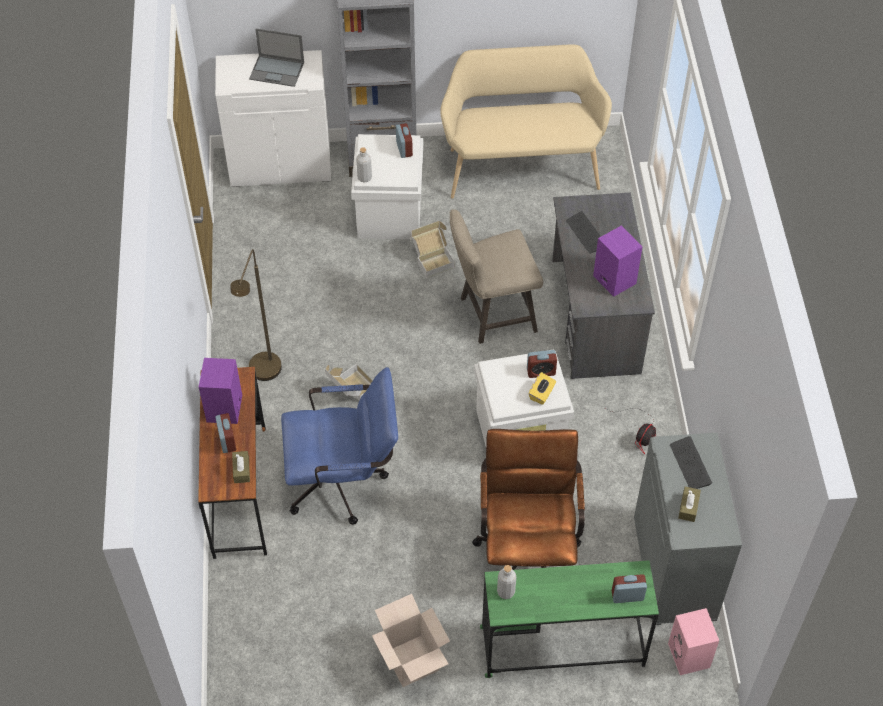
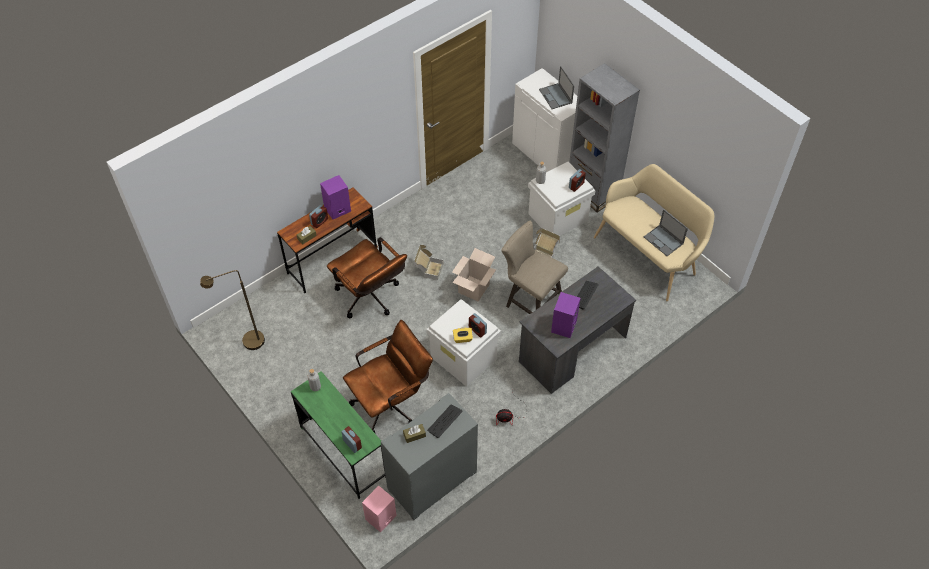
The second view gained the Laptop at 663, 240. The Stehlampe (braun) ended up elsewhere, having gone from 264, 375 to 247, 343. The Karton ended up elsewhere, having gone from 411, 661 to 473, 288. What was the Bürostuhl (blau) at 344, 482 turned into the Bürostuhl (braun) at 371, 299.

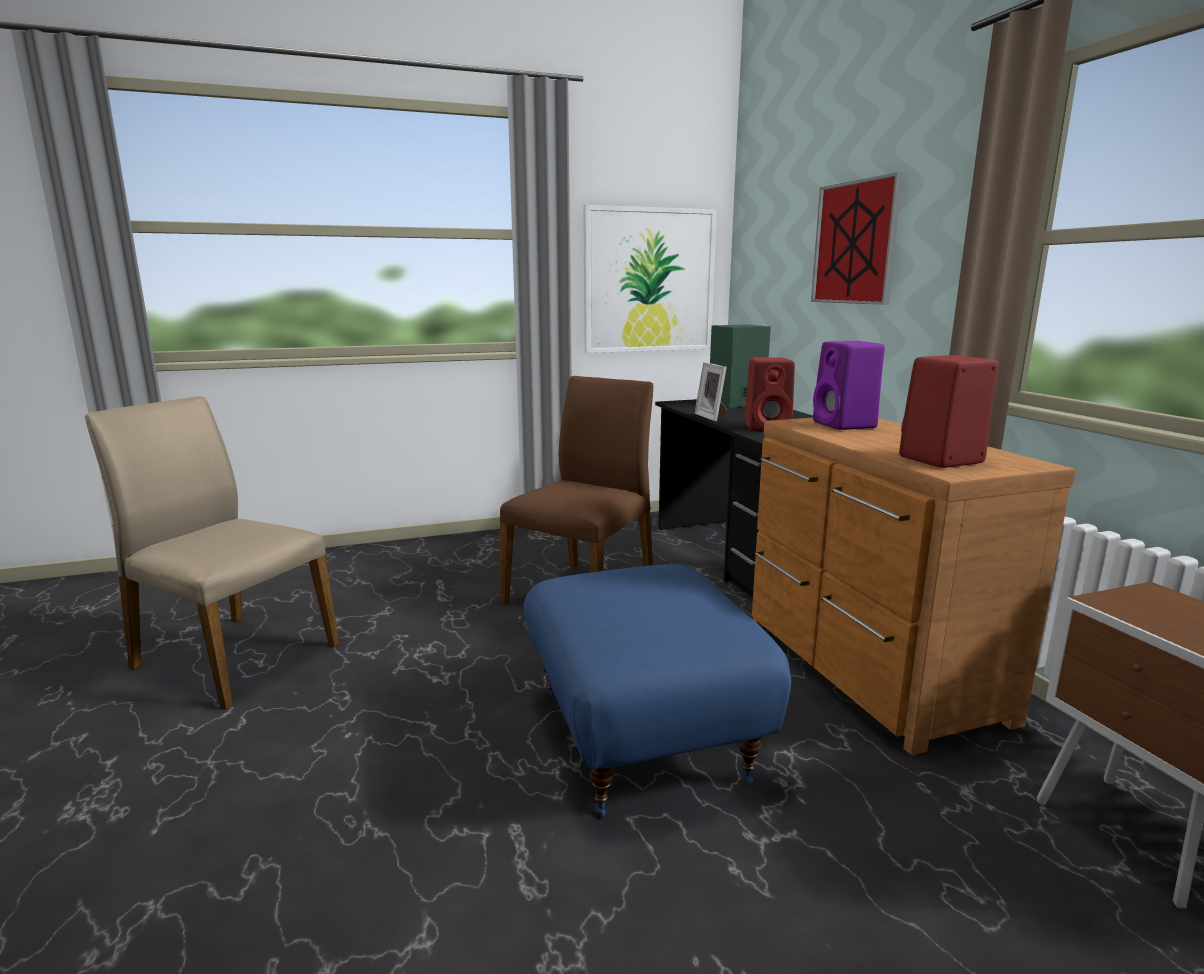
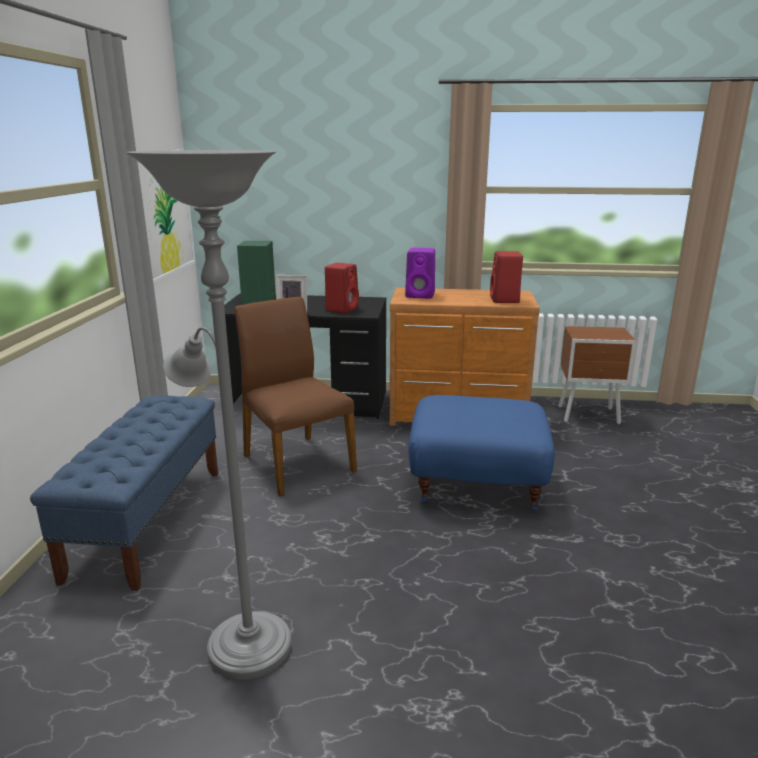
The second view lost the Bild at 855, 243. The second view gained the Bank (blau) at 148, 521. Where the Stuhl (beige) stood at 233, 656, the Stehlampe (grau) came to stand at 244, 640.

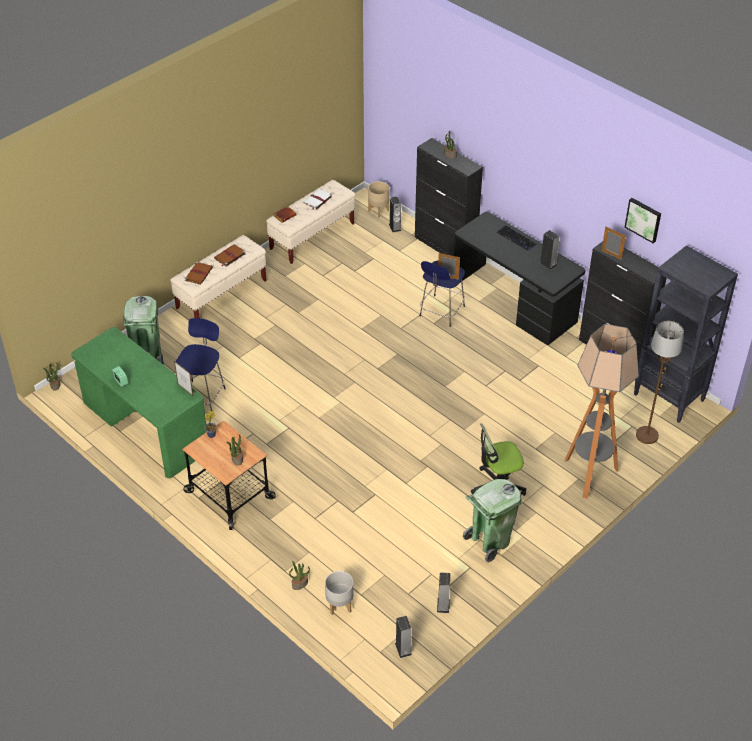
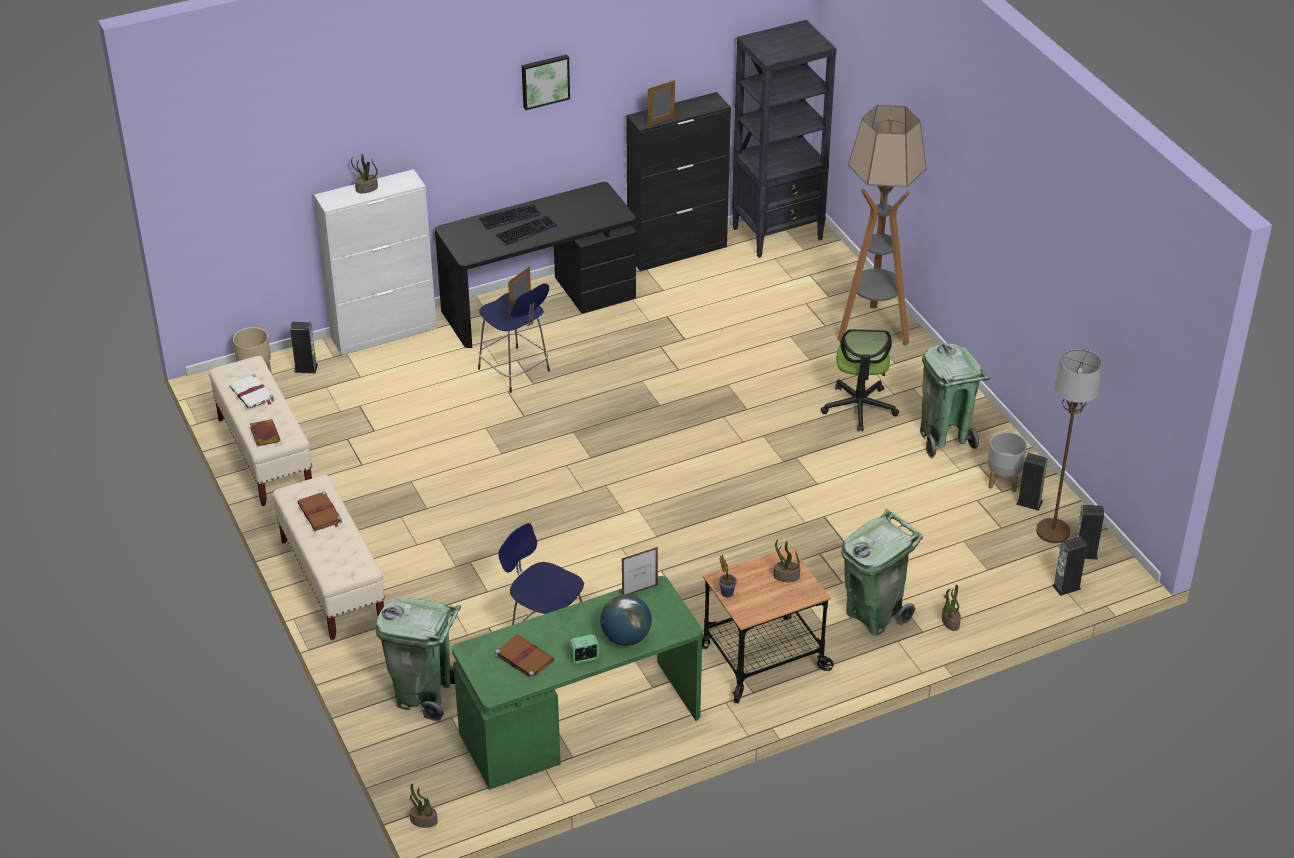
The second view gained the Tastatur at 526, 231. The second view gained the Globus at 626, 638. The second view gained the Mülleimer (grün) at 874, 615. The Buch (braun) ended up elsewhere, having gone from 199, 274 to 523, 657. The Pflanzkübel (grau) ended up elsewhere, having gone from 339, 605 to 1003, 481. The Lautsprecher ended up elsewhere, having gone from 548, 264 to 1066, 587. The Bild ended up elsewhere, having gone from 643, 219 to 544, 80. The Stehlampe (braun) ended up elsewhere, having gone from 647, 435 to 1052, 531. What was the Schrank (schwarz) at 445, 247 turned into the Schrank (weiß) at 384, 333.

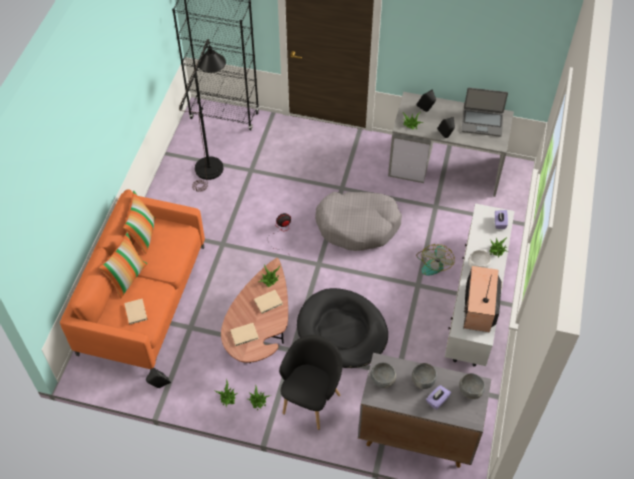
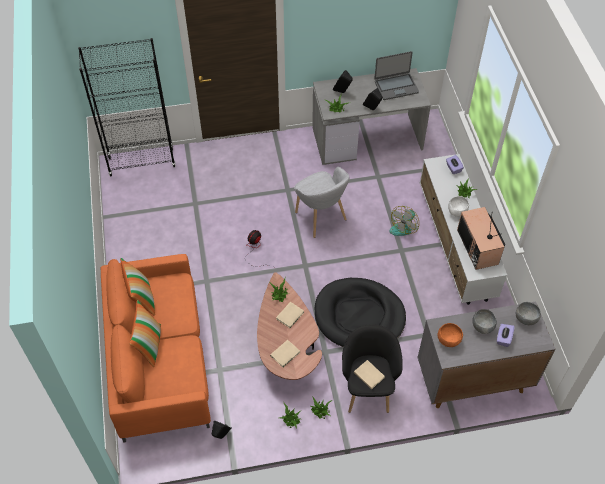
The second view lost the Stehlampe (schwarz) at 212, 162. The Buch (beige) ended up elsewhere, having gone from 136, 311 to 369, 374. Where the Hundebett (grau) stood at 358, 225, the Sessel (grau) came to stand at 320, 218. What was the Schüssel (grau) at 382, 380 turned into the Schüssel (orange) at 448, 340. The Ventilator at 433, 263 ended up facing another way, 45 degrees clockwise from before.

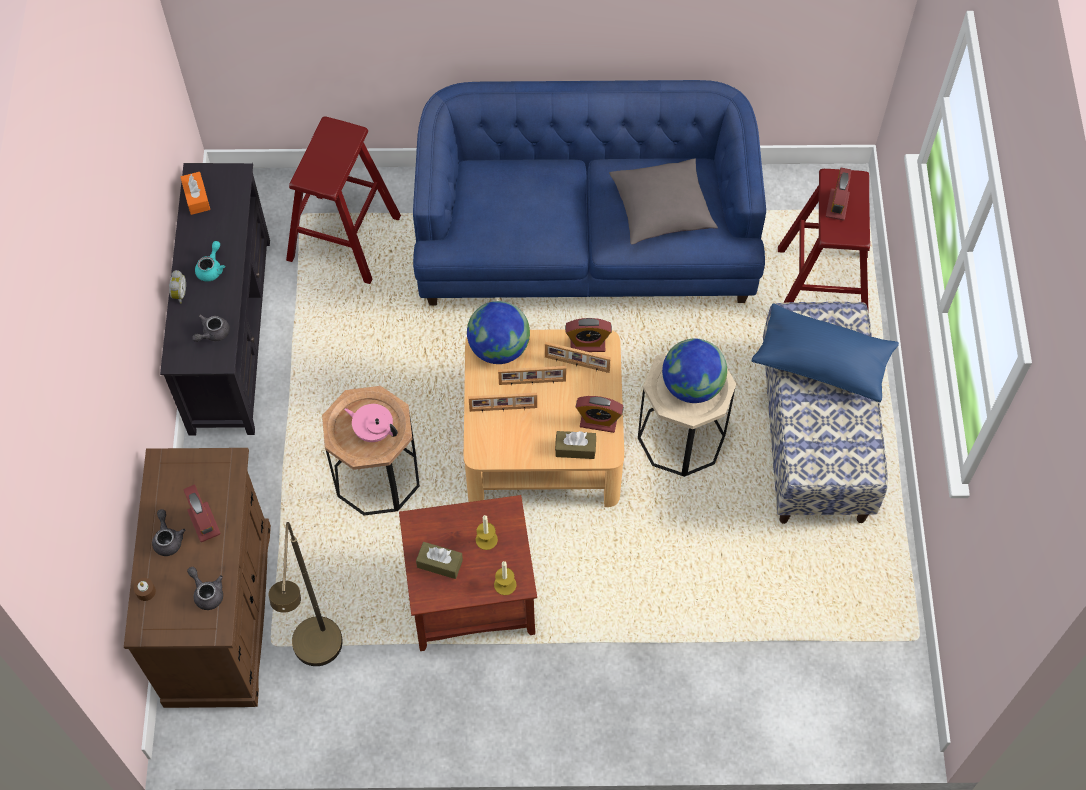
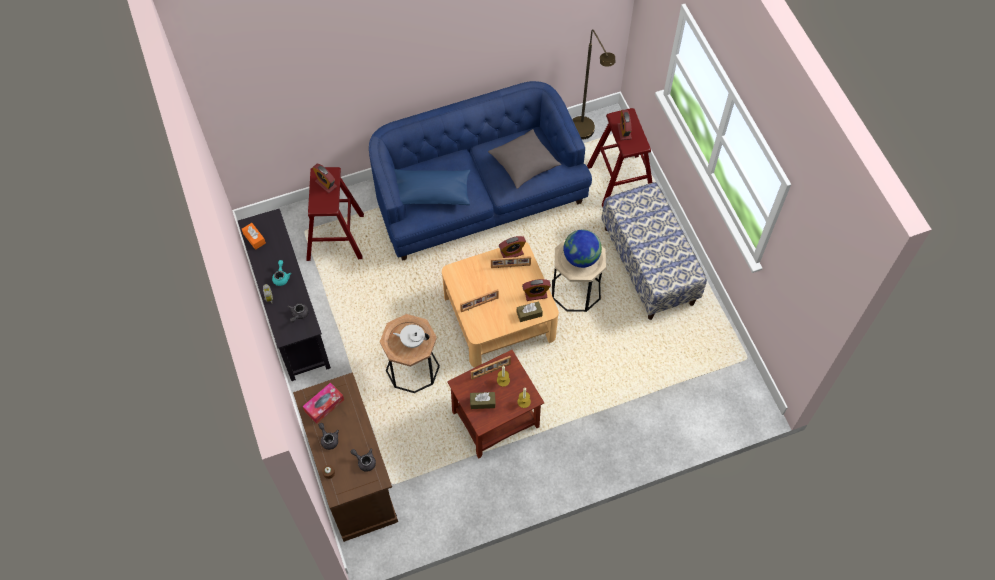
The second view lost the Globus at 499, 348. The second view gained the Taschentuchbox at 324, 405. The Wecker ended up elsewhere, having gone from 204, 522 to 326, 184. The Stehlampe (braun) ended up elsewhere, having gone from 319, 656 to 585, 134. The Bilderrahmen ended up elsewhere, having gone from 532, 382 to 491, 371. The Kissen (blau) ended up elsewhere, having gone from 822, 362 to 432, 193. What was the Teekanne (rosa) at 373, 430 turned into the Teekanne (weiß) at 412, 340.

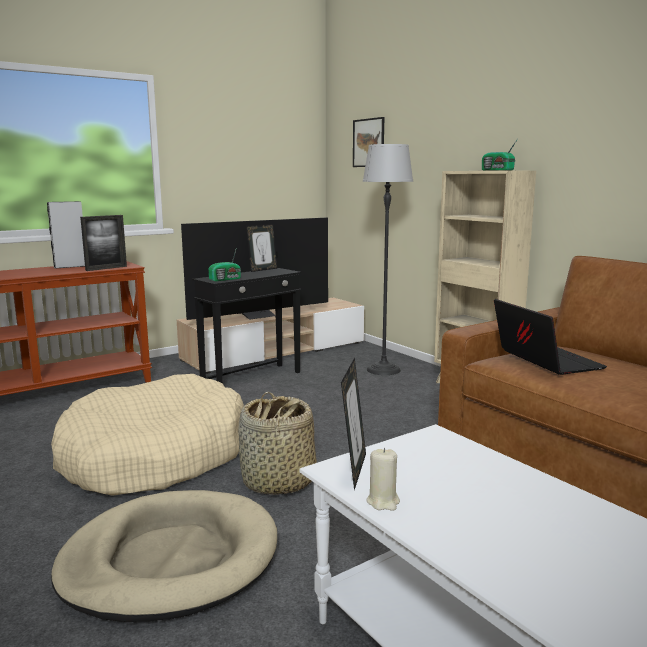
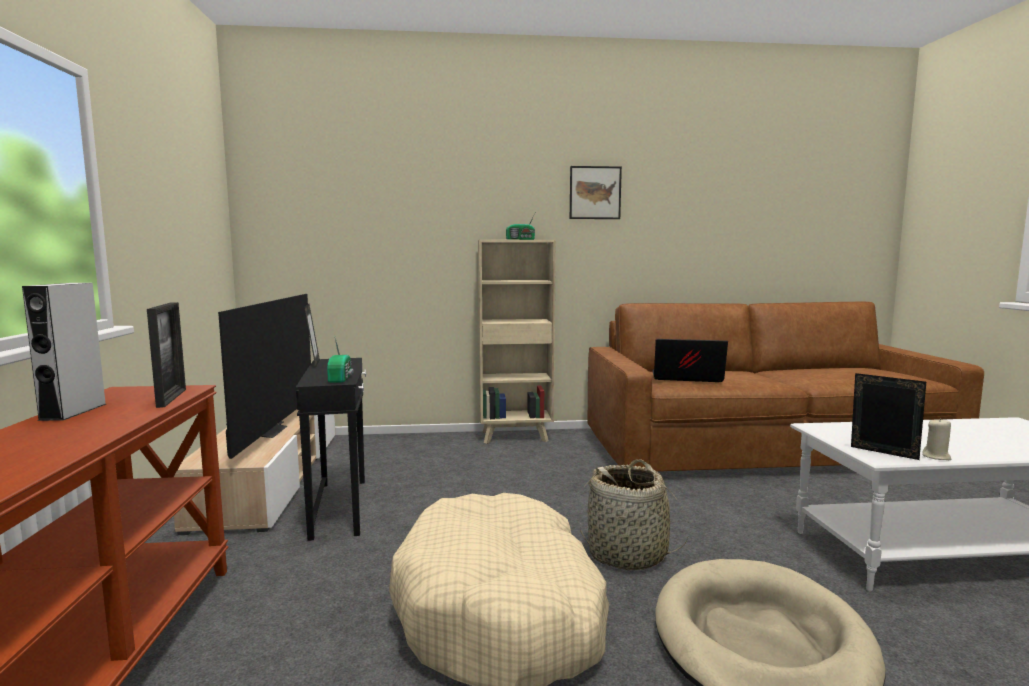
The second view lost the Stehlampe at 383, 369. The Bild ended up elsewhere, having gone from 368, 143 to 595, 193.

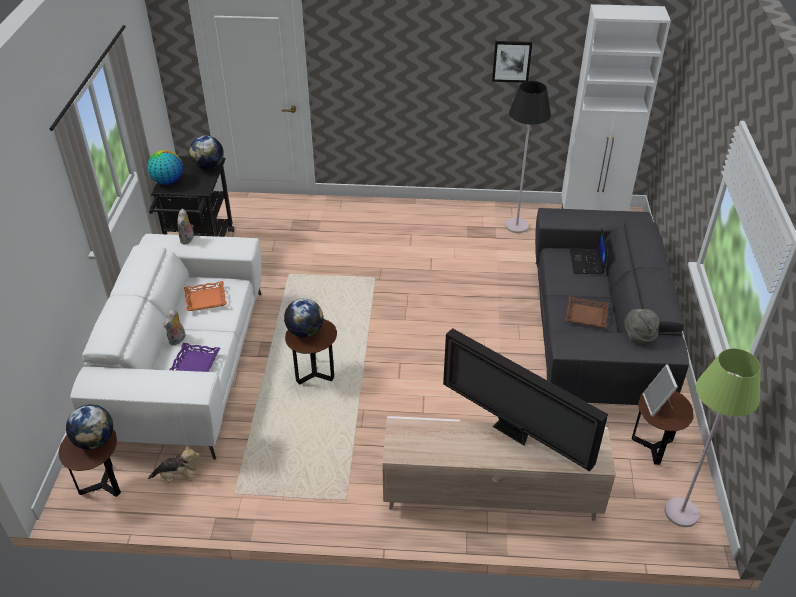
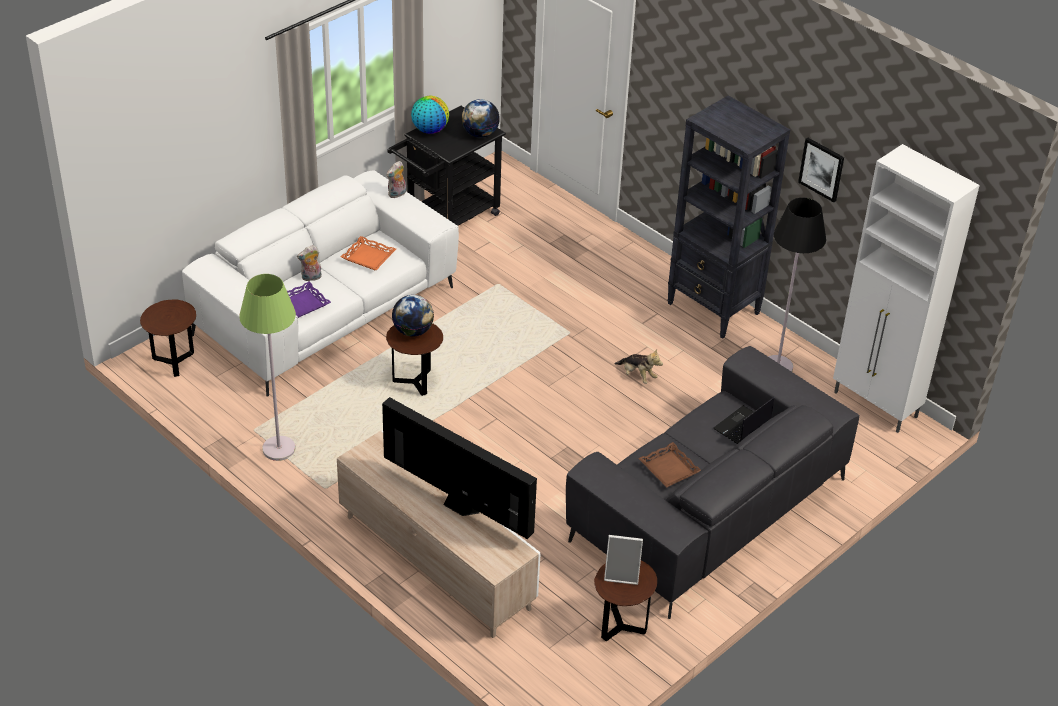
The second view lost the Globus at 94, 441. The second view lost the Hut (grau) at 638, 336. The second view gained the Bücherregal (schwarz) at 714, 309. The Plüschtier ended up elsewhere, having gone from 177, 476 to 637, 375. The Stehlampe (grün) ended up elsewhere, having gone from 681, 512 to 279, 449. The Fernseher at 513, 434 ended up facing another way, 135 degrees clockwise from before. The Bilderrahmen at 657, 404 ended up facing another way, 120 degrees counterclockwise from before.

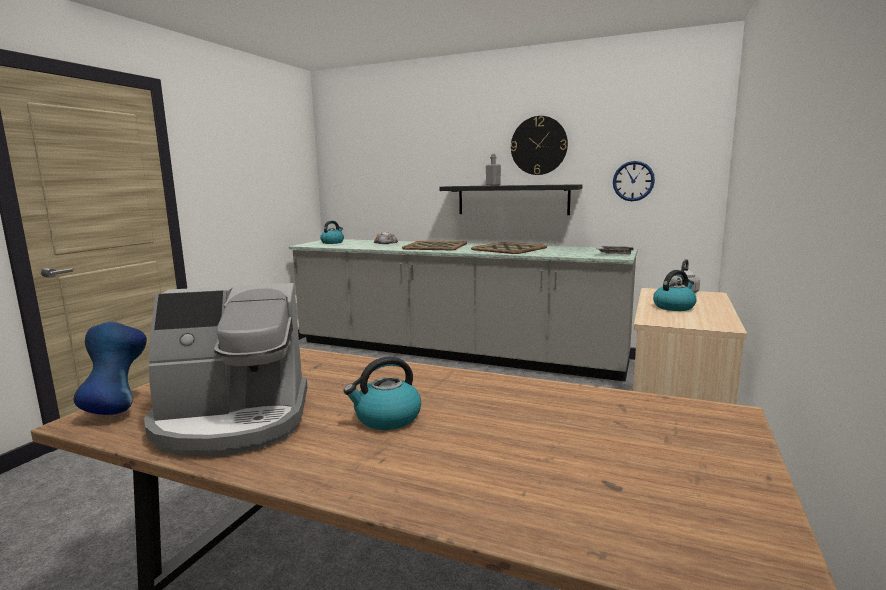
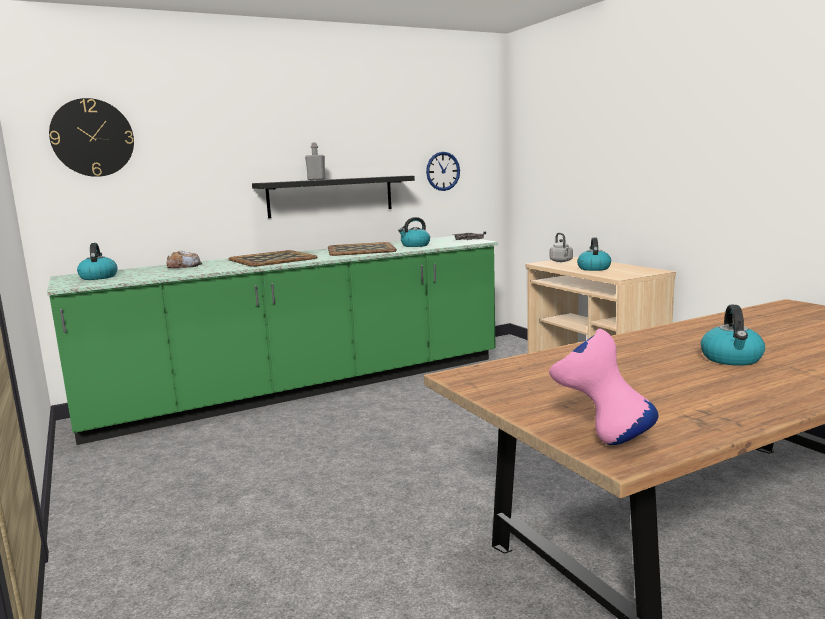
The second view lost the Kaffeemaschine at 233, 421. The second view gained the Wasserkessel at 415, 245. The Wanduhr ended up elsewhere, having gone from 539, 145 to 92, 138. What was the Vase (blau) at 118, 409 turned into the Vase (rosa) at 600, 439. What was the Küchenzeile (grau) at 453, 353 turned into the Küchenzeile (grün) at 305, 388.

